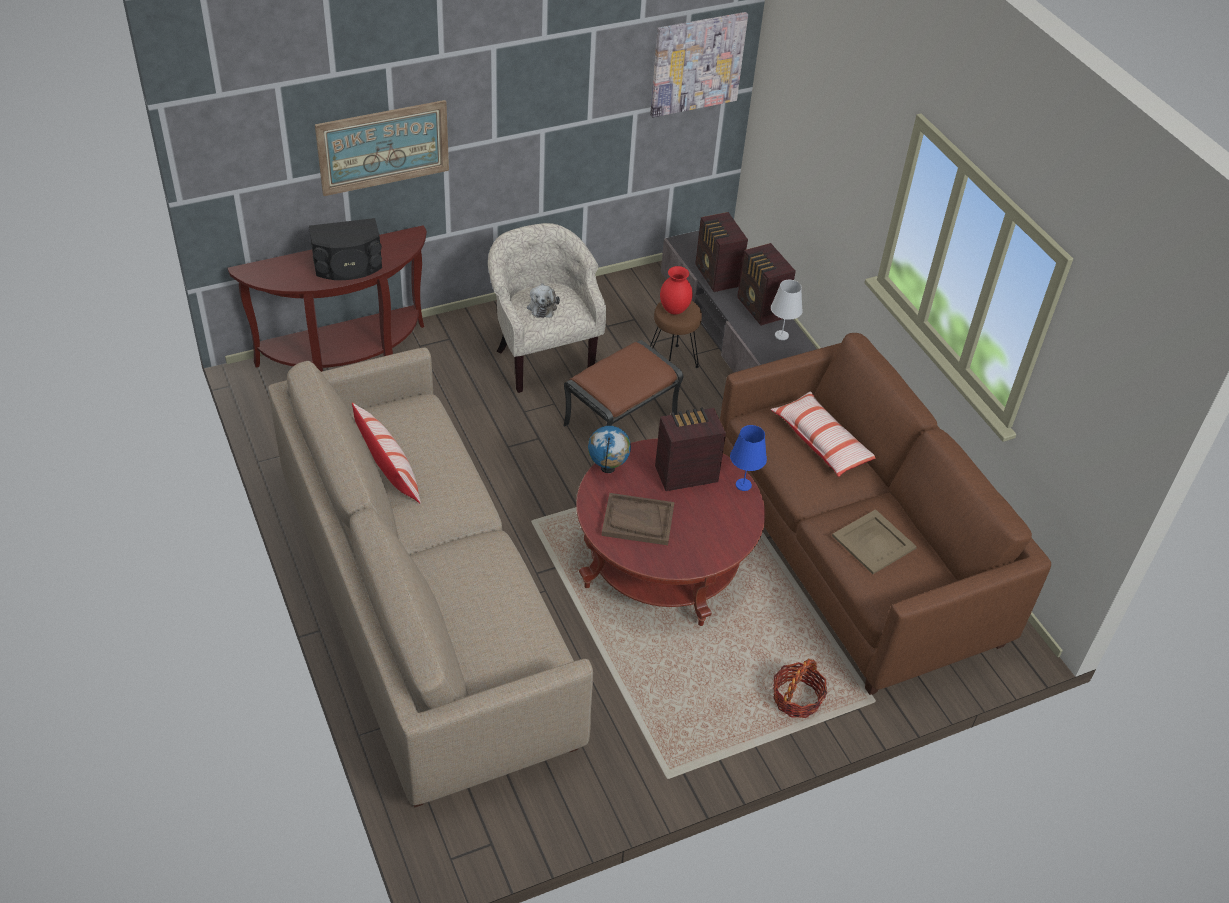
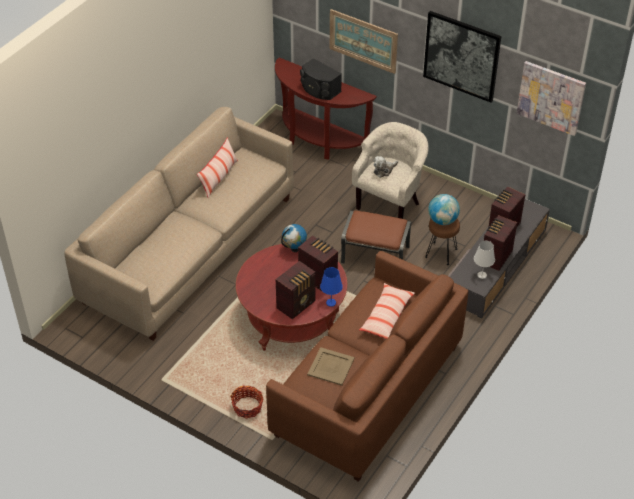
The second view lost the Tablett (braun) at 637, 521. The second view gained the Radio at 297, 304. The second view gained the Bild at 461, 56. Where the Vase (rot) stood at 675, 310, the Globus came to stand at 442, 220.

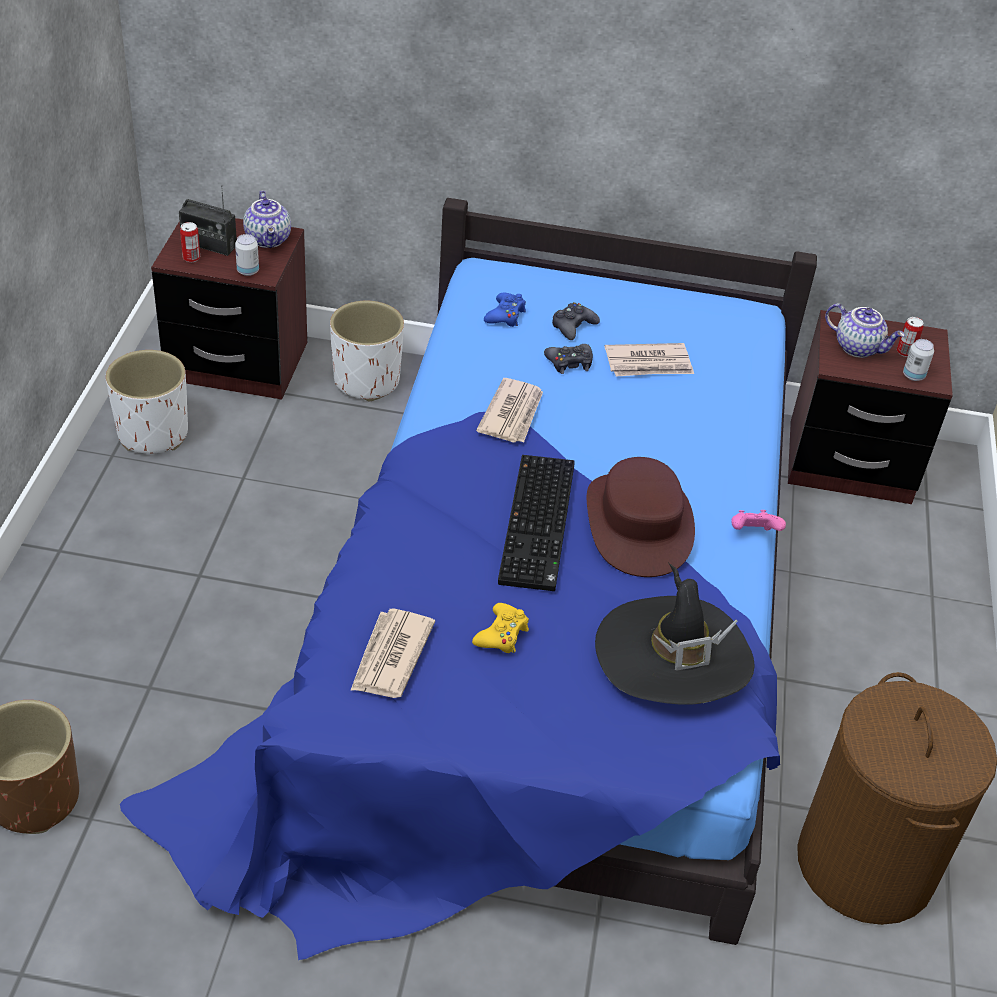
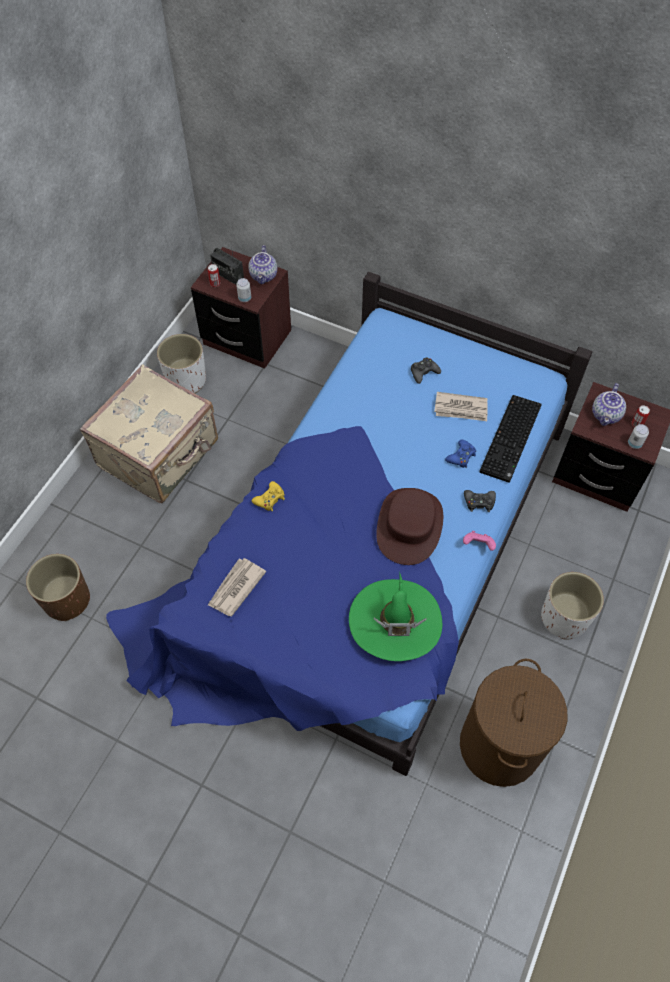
The second view lost the Zeitung at 512, 414. The second view gained the Koffer (beige) at 160, 454. The Pflanzkübel (weiß) ended up elsewhere, having gone from 366, 381 to 563, 618. The Gamepad (gelb) ended up elsewhere, having gone from 502, 635 to 270, 499. The Gamepad (blau) ended up elsewhere, having gone from 505, 315 to 461, 456. The Tastatur ended up elsewhere, having gone from 540, 525 to 512, 440. The Gamepad (schwarz) ended up elsewhere, having gone from 569, 363 to 479, 502. What was the Hut (schwarz) at 673, 656 turned into the Hut (grün) at 395, 622. The Teekanne at 858, 347 ended up facing another way, 60 degrees clockwise from before.

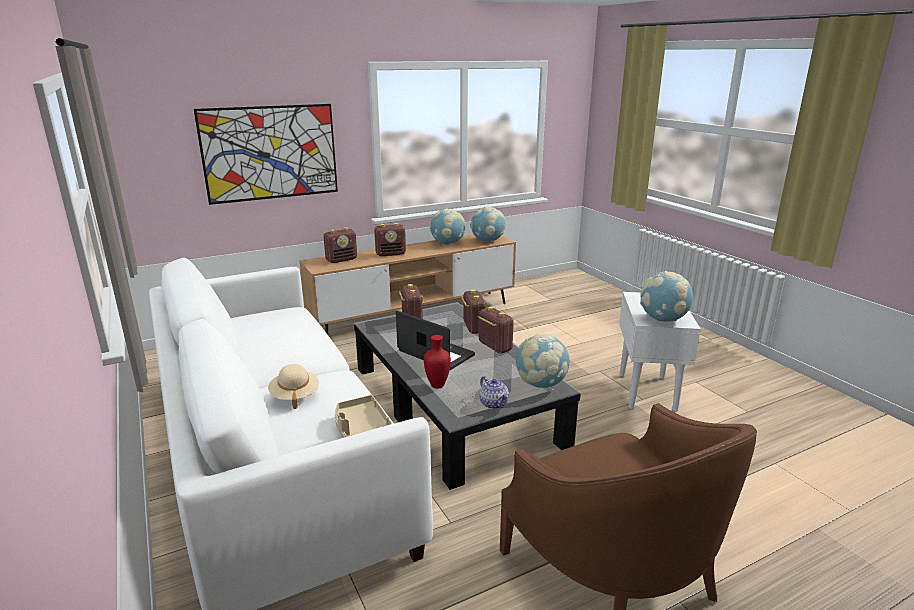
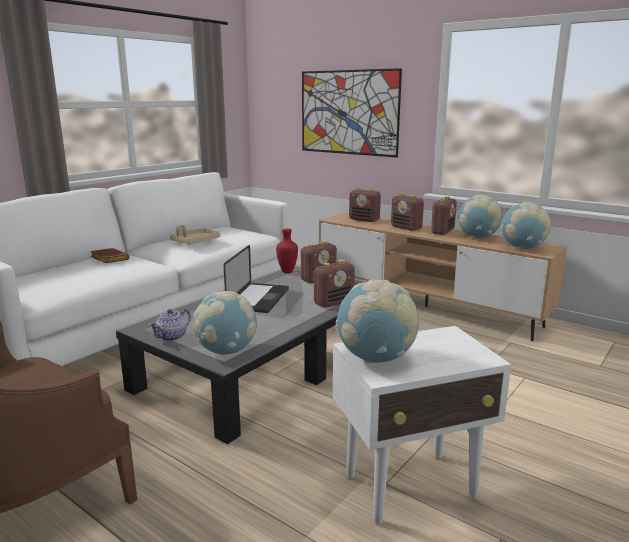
The Tablett (beige) ended up elsewhere, having gone from 361, 427 to 195, 242. The Vase (rot) ended up elsewhere, having gone from 438, 386 to 287, 272. The Radio ended up elsewhere, having gone from 494, 346 to 442, 232. Where the Hut (beige) stood at 294, 396, the Buch (braun) came to stand at 108, 259.

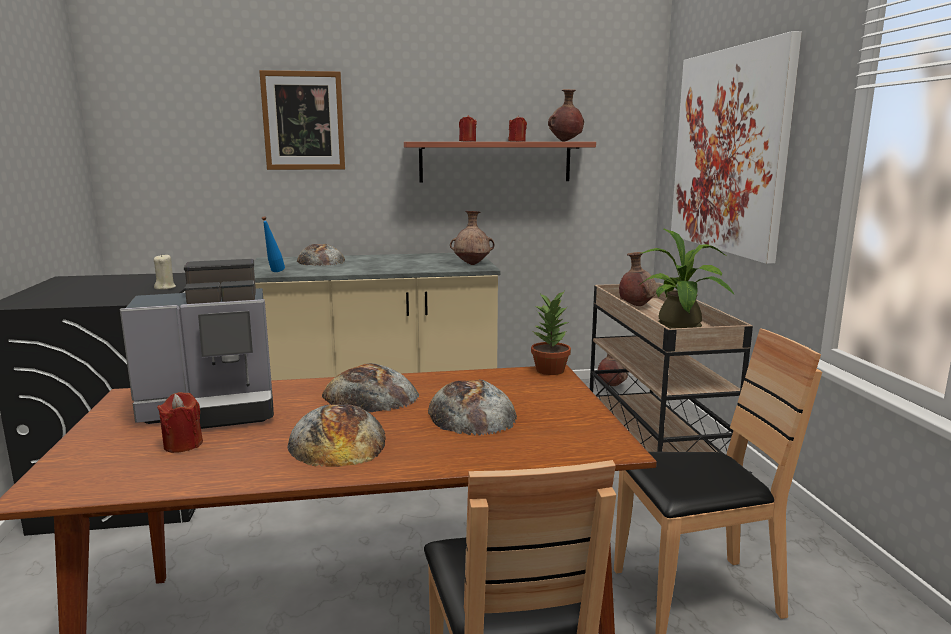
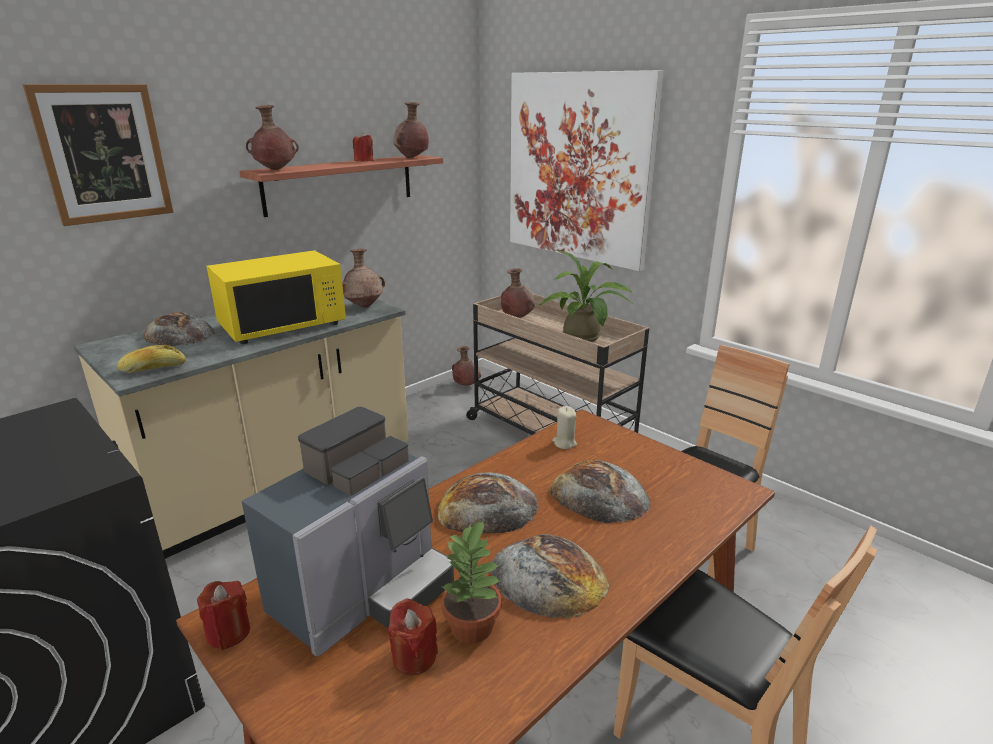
The second view gained the Mikrowelle (gelb) at 283, 325. The second view gained the Vase (braun) at 275, 170. The Kerze (beige) ended up elsewhere, having gone from 165, 287 to 564, 443. The Kerze (rot) ended up elsewhere, having gone from 467, 141 to 228, 633. The Topfpflanze ended up elsewhere, having gone from 550, 370 to 473, 627. Where the Flasche (blau) stood at 274, 272, the Brot came to stand at 153, 368.

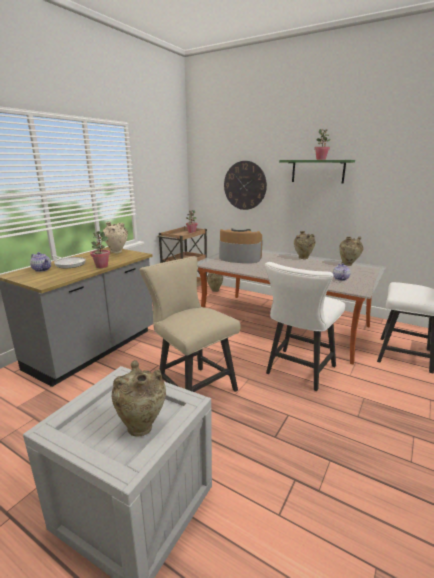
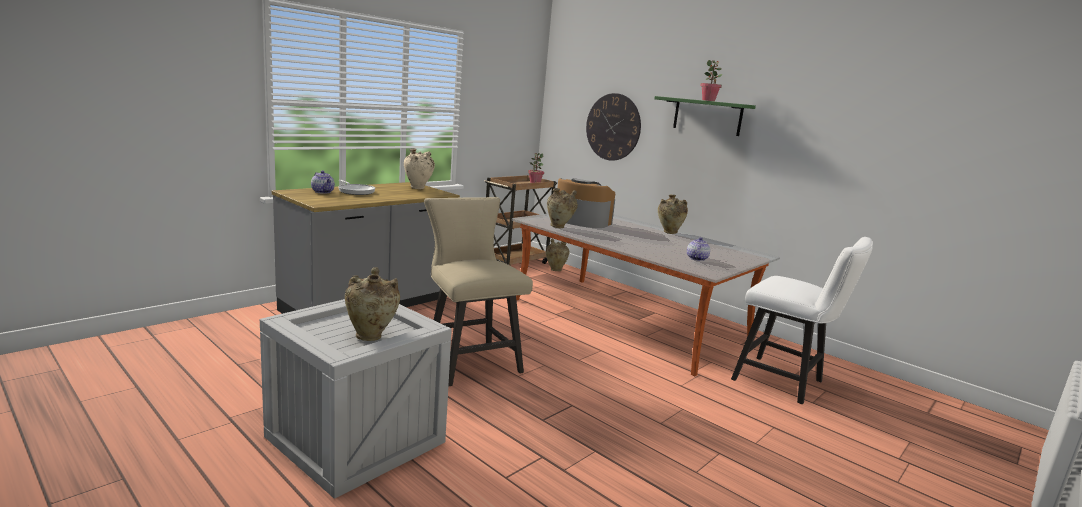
The second view lost the Topfpflanze at 101, 266. The second view lost the Stuhl (weiß) at 298, 371. The Vase (beige) ended up elsewhere, having gone from 348, 264 to 559, 227.

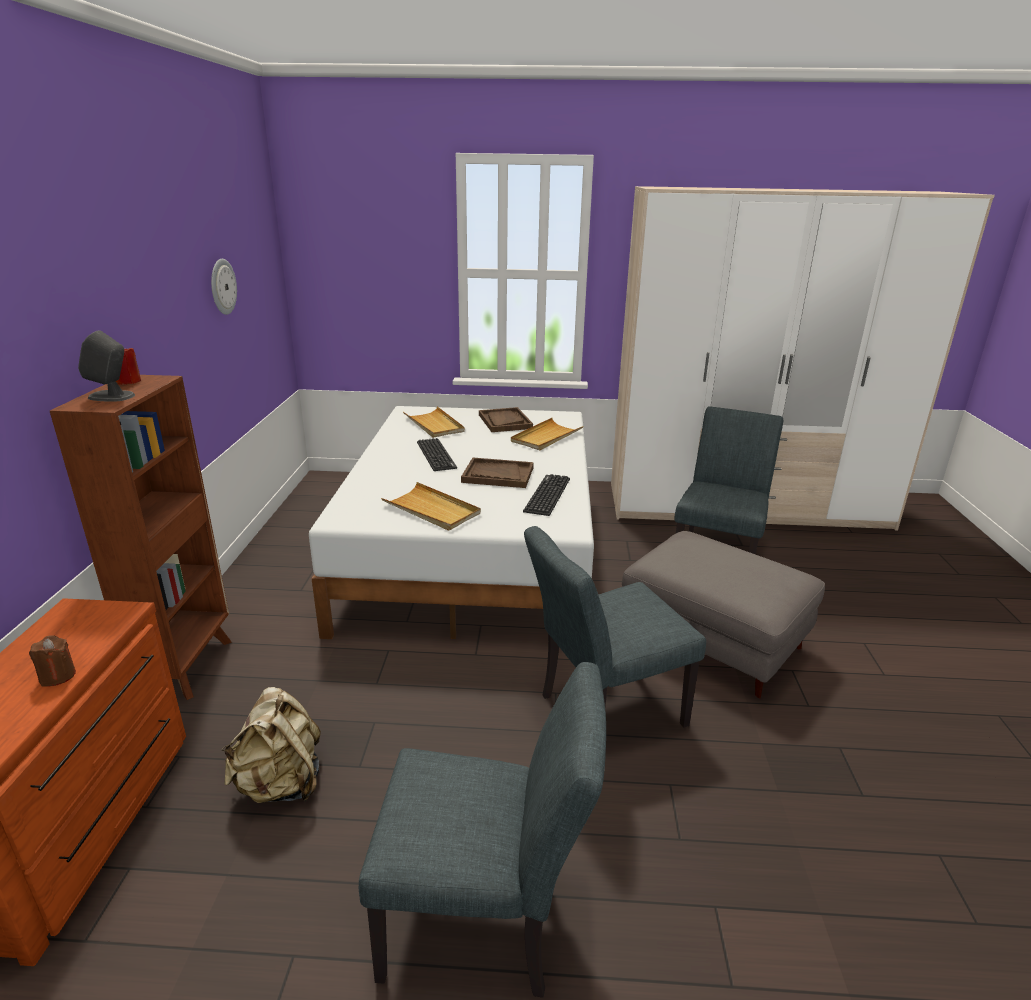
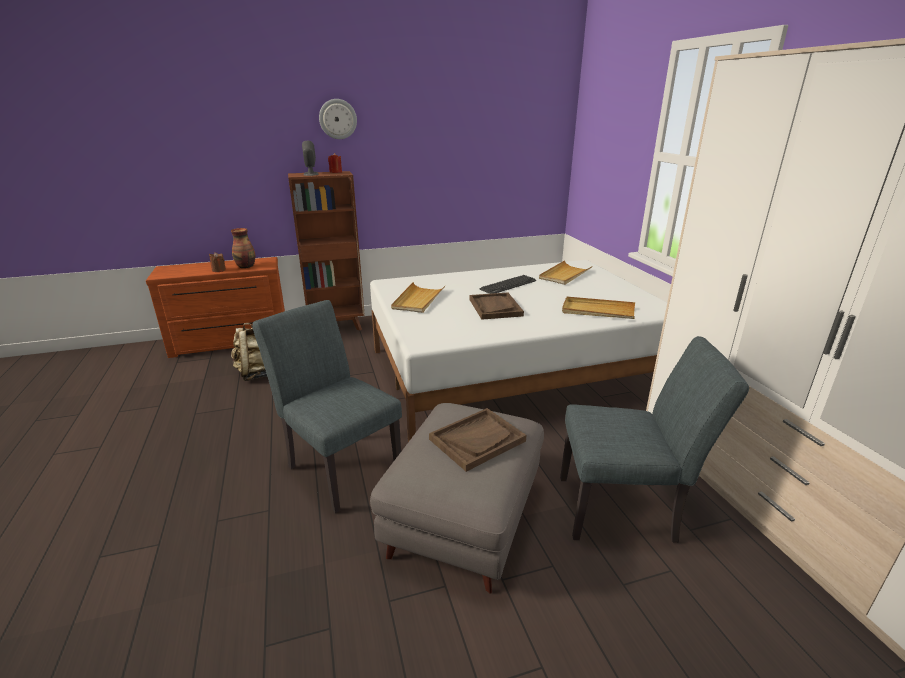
The second view lost the Stuhl (grau) at 486, 921. The second view lost the Tastatur at 547, 495. The second view gained the Vase at 246, 266. The Wanduhr ended up elsewhere, having gone from 222, 286 to 338, 119. The Tablett (braun) ended up elsewhere, having gone from 505, 421 to 477, 440.

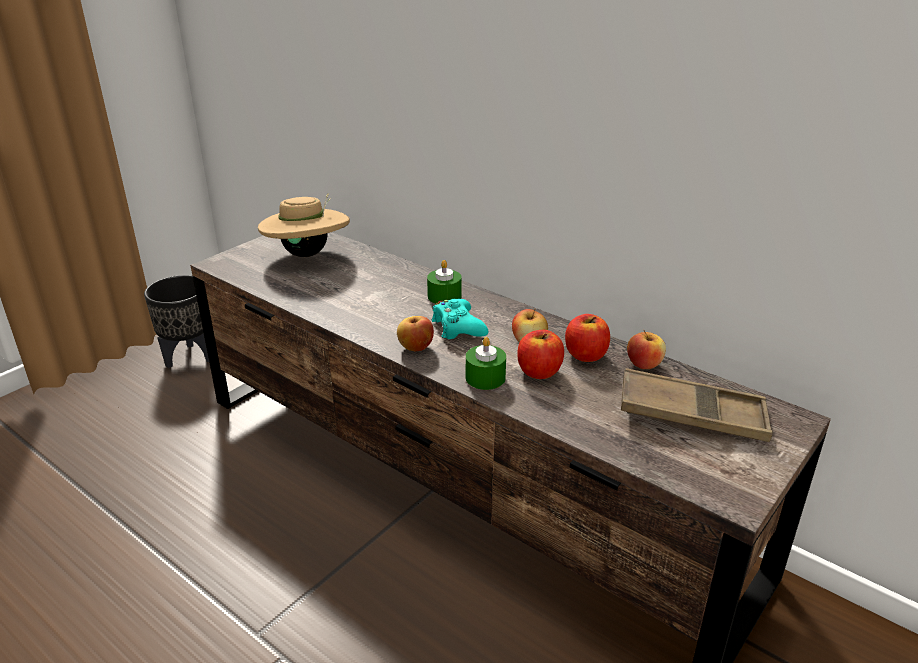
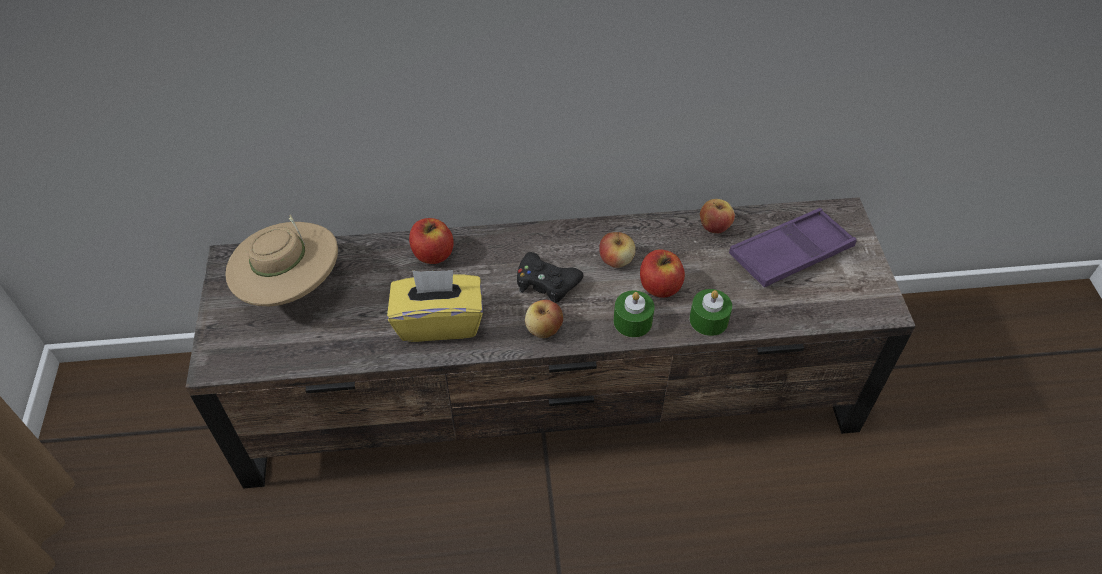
The second view lost the Pflanzkübel (schwarz) at 190, 356. The second view gained the Taschentuchbox (gelb) at 439, 322. The Kerze (grün) ended up elsewhere, having gone from 444, 296 to 708, 320. The Apfel ended up elsewhere, having gone from 585, 355 to 433, 254. What was the Gamepad (türkis) at 458, 327 turned into the Gamepad (schwarz) at 546, 283. What was the Tablett (braun) at 692, 414 turned into the Tablett (lila) at 790, 253.

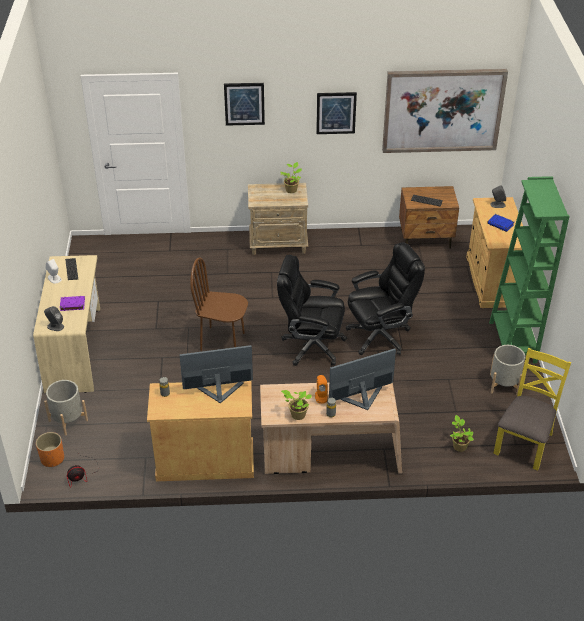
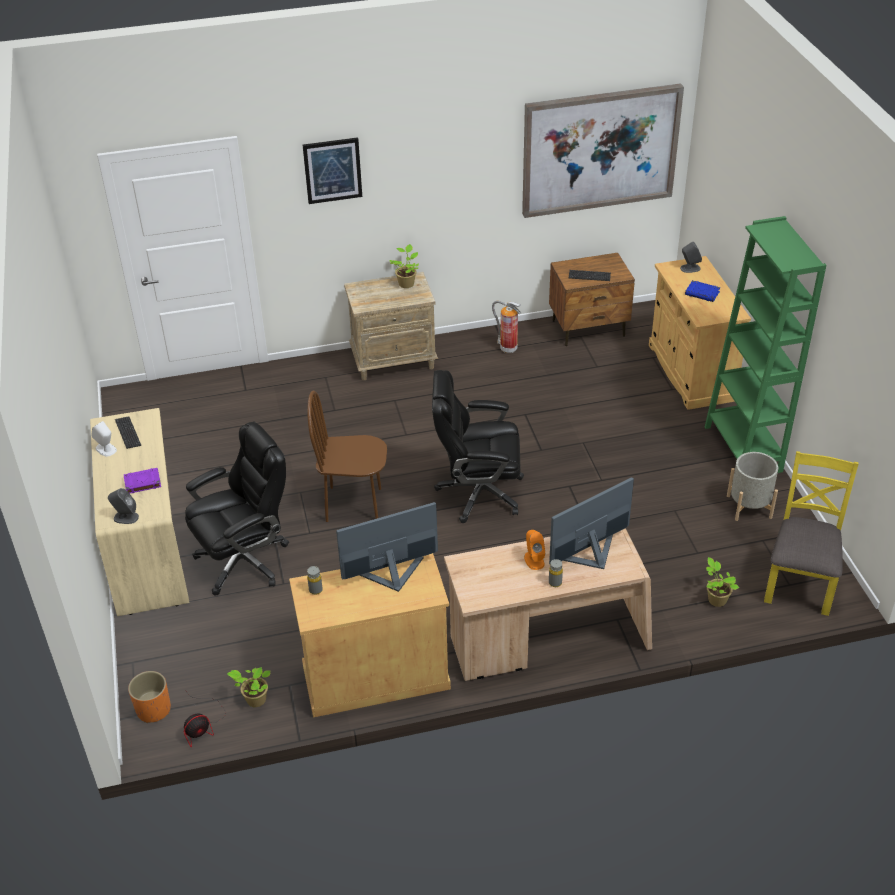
The second view lost the Pflanzkübel (grau) at 68, 420. The second view lost the Bild at 336, 112. The second view gained the Feuerlöscher at 507, 348. The Topfpflanze ended up elsewhere, having gone from 297, 415 to 254, 700. The Bürostuhl (schwarz) ended up elsewhere, having gone from 380, 335 to 245, 560.

